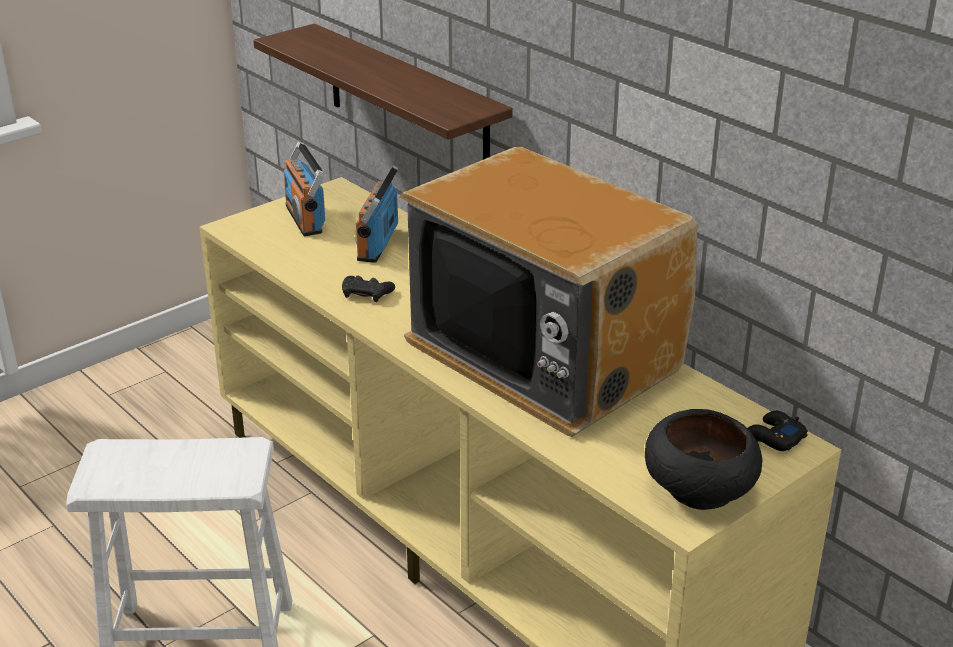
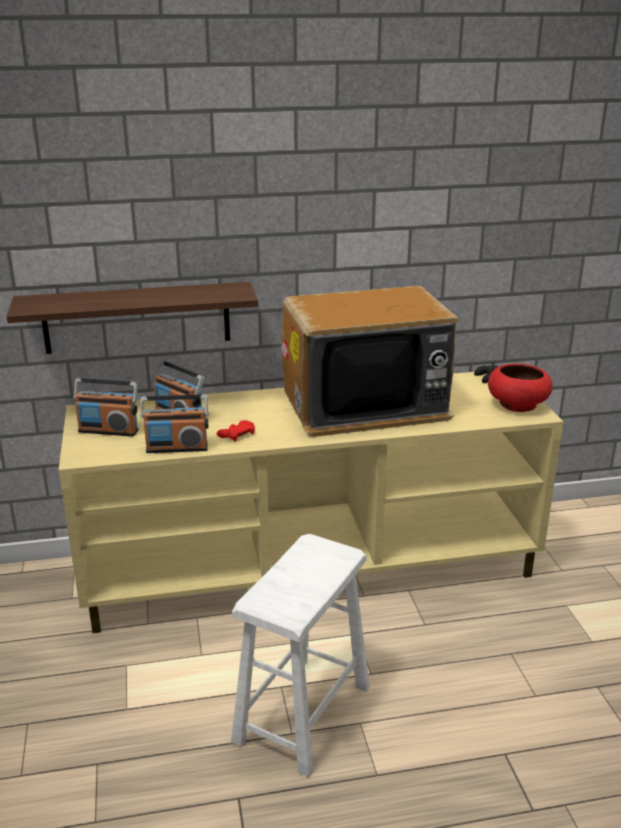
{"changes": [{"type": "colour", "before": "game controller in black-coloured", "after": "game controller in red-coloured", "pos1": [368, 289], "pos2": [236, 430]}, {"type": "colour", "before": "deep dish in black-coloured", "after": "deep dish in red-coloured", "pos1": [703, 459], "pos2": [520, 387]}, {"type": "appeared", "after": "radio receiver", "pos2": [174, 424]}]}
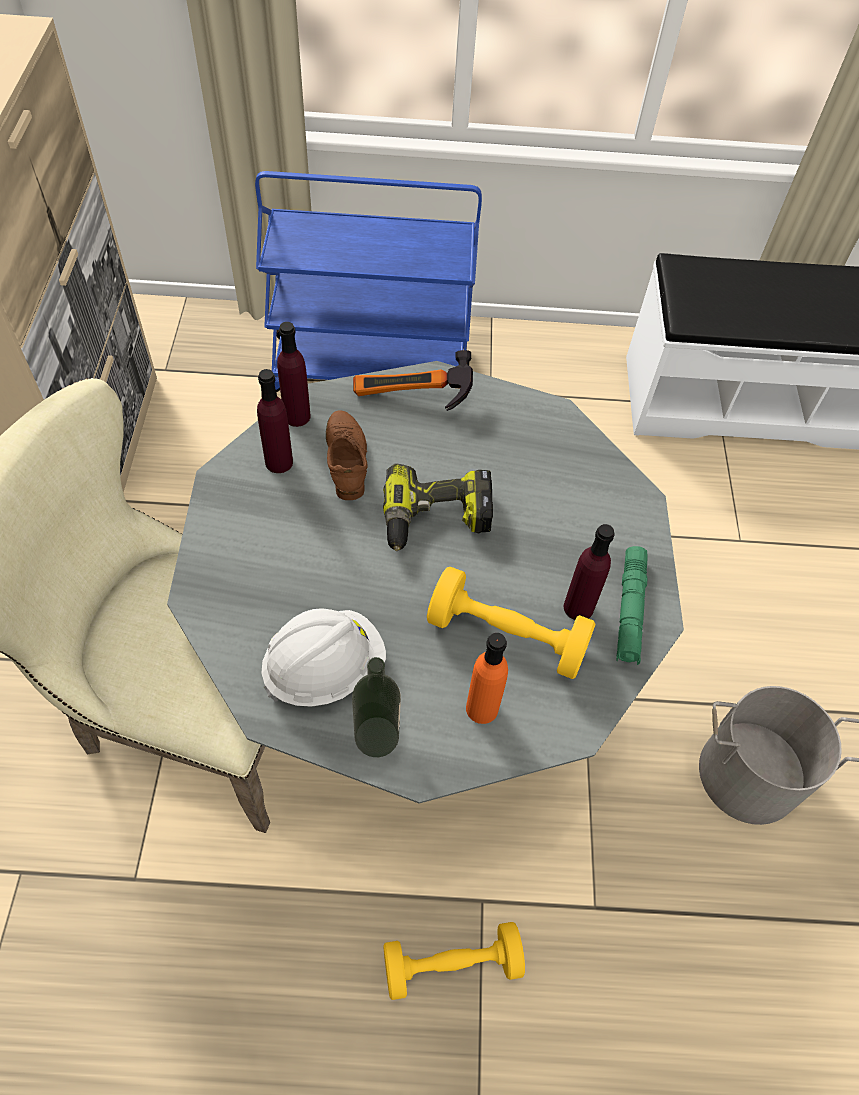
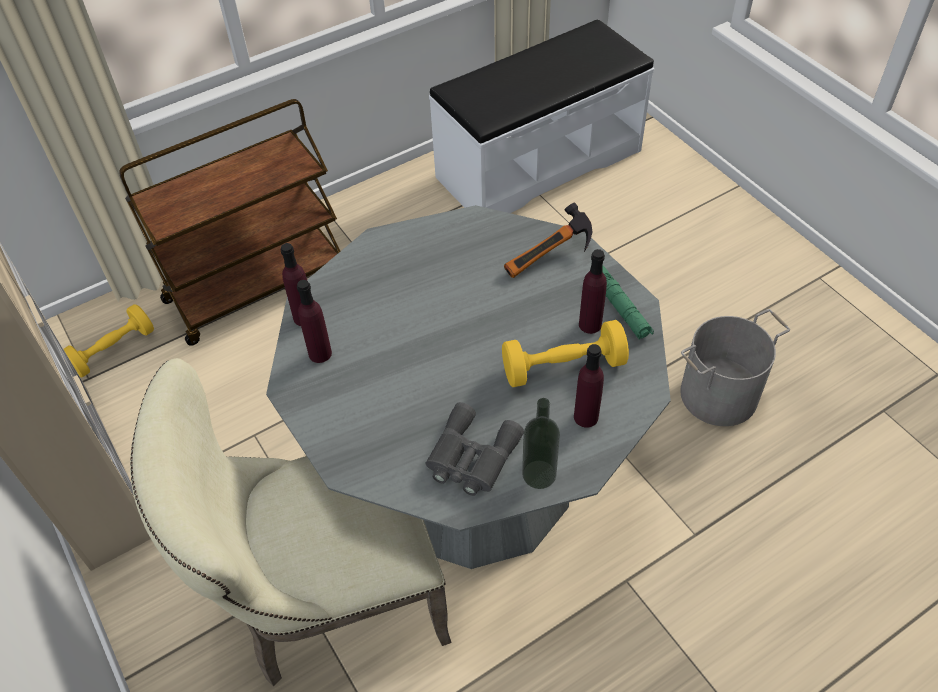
{"changes": [{"type": "colour", "before": "wheeled cart in blue", "after": "wheeled cart in brown", "pos1": [368, 281], "pos2": [229, 222]}, {"type": "relocated", "before": "hammer", "pos1": [413, 380], "pos2": [548, 240]}, {"type": "missing", "before": "low shoe in brown", "pos1": [347, 455]}, {"type": "missing", "before": "power drill", "pos1": [438, 507]}, {"type": "exchanged", "before": "safety helmet in whitish", "after": "binoculars in gray", "pos1": [324, 657], "pos2": [475, 449]}, {"type": "colour", "before": "drink bottle in orangey", "after": "drink bottle in purplish", "pos1": [487, 678], "pos2": [589, 386]}, {"type": "relocated", "before": "free weight in yellow-coloured", "pos1": [454, 961], "pos2": [109, 341]}]}
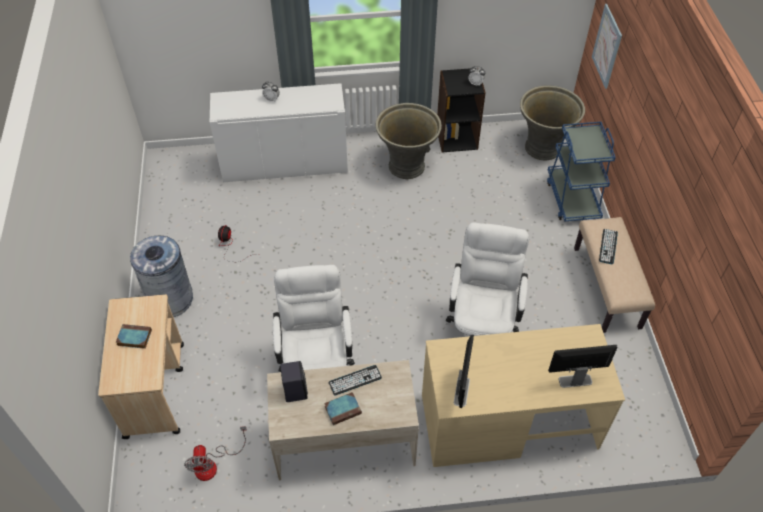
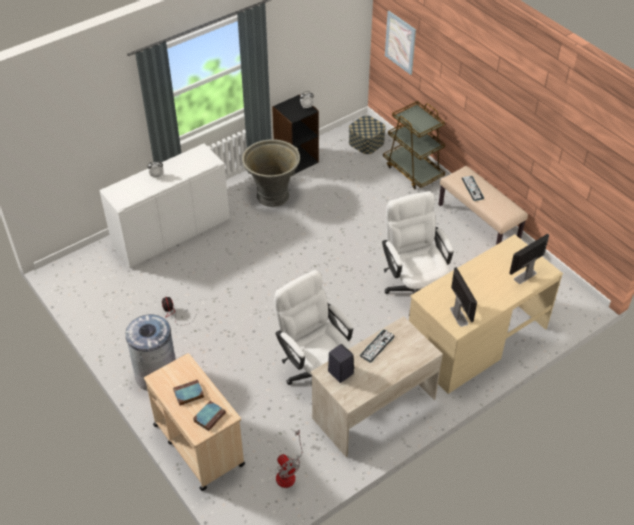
{"changes": [{"type": "exchanged", "before": "flower pot in gray", "after": "storage bin", "pos1": [552, 123], "pos2": [367, 135]}, {"type": "colour", "before": "wheeled cart in blue", "after": "wheeled cart in brown", "pos1": [581, 172], "pos2": [414, 145]}, {"type": "relocated", "before": "bound book", "pos1": [343, 408], "pos2": [209, 416]}]}
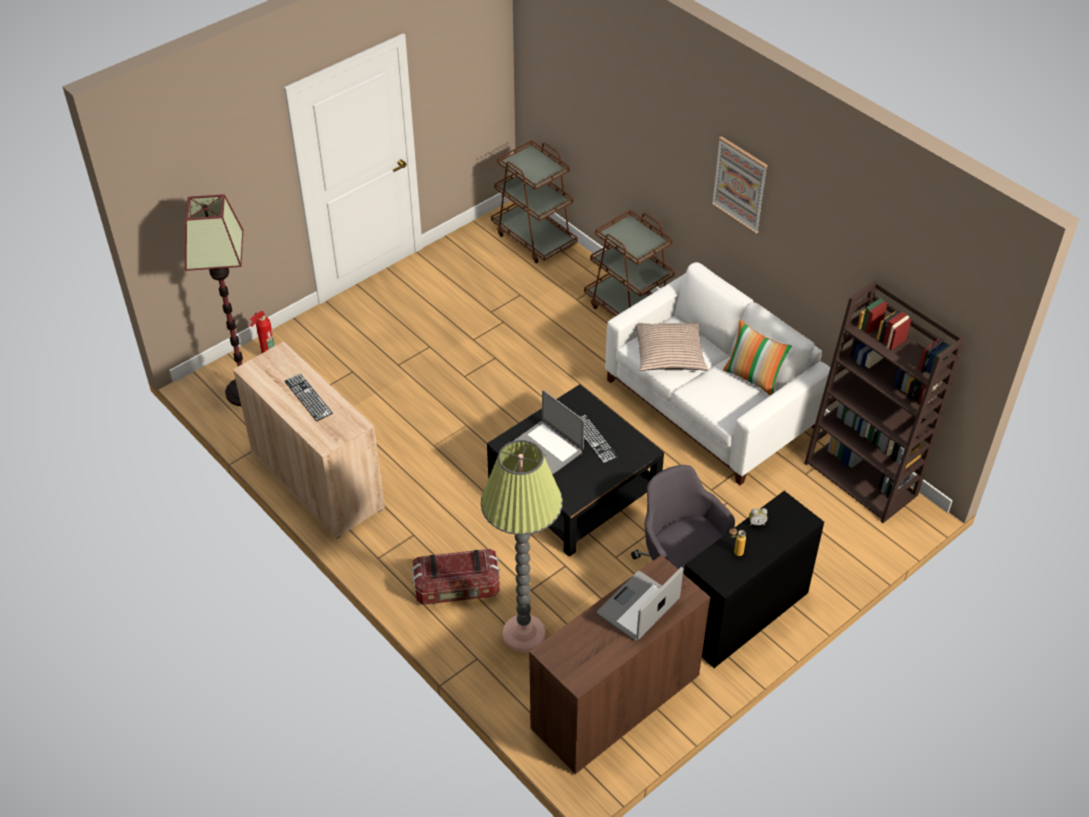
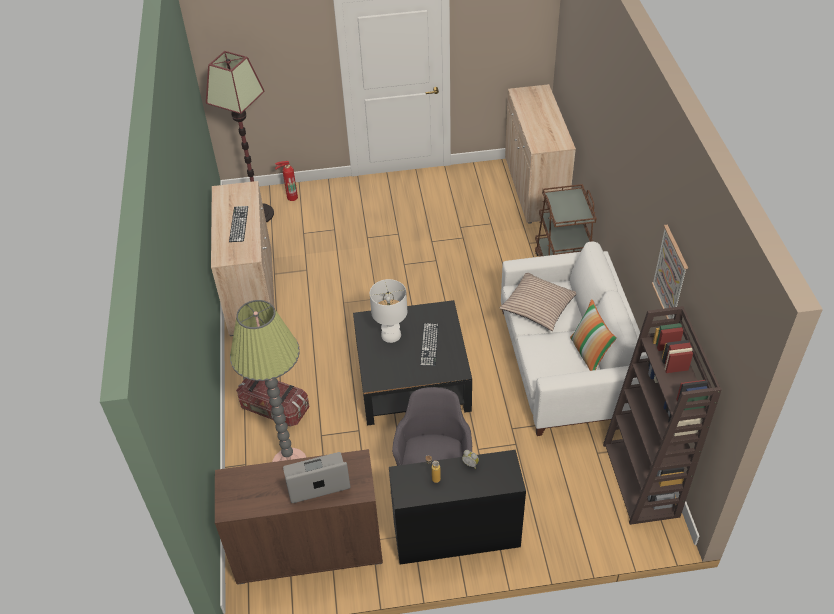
{"changes": [{"type": "relocated", "before": "wall art", "pos1": [739, 185], "pos2": [670, 271]}, {"type": "exchanged", "before": "wheeled cart in brown", "after": "storage cabinet in beige-coloured", "pos1": [534, 201], "pos2": [540, 154]}, {"type": "exchanged", "before": "notebook computer", "after": "lamp for a table in whitish", "pos1": [549, 432], "pos2": [388, 311]}]}
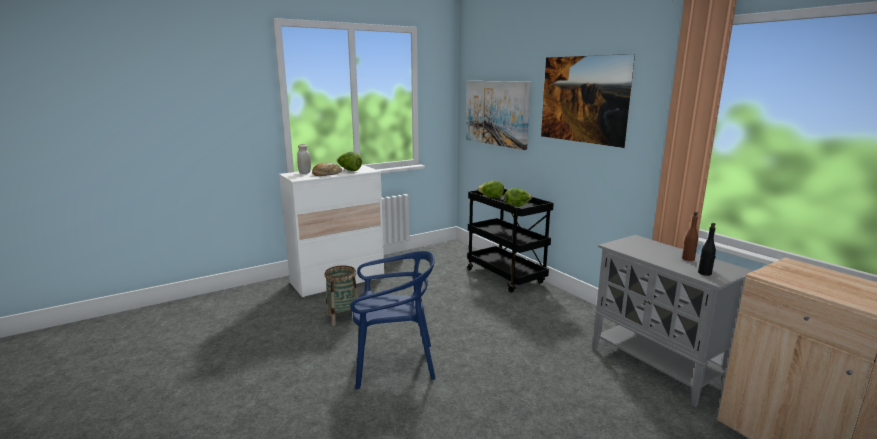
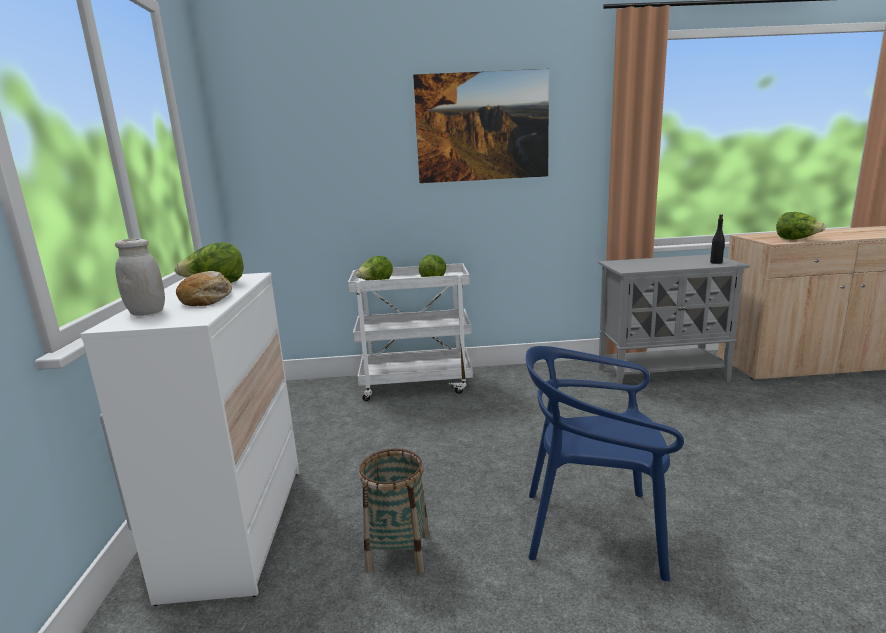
{"changes": [{"type": "missing", "before": "wall art", "pos1": [498, 115]}, {"type": "colour", "before": "wheeled cart in black-coloured", "after": "wheeled cart in whitish", "pos1": [510, 240], "pos2": [410, 332]}, {"type": "missing", "before": "drink bottle in brown", "pos1": [690, 236]}, {"type": "spun", "before": "upright chair in blue", "pos1": [393, 320], "pos2": [605, 463], "turn": -105}, {"type": "appeared", "after": "lettuce", "pos2": [801, 226]}]}
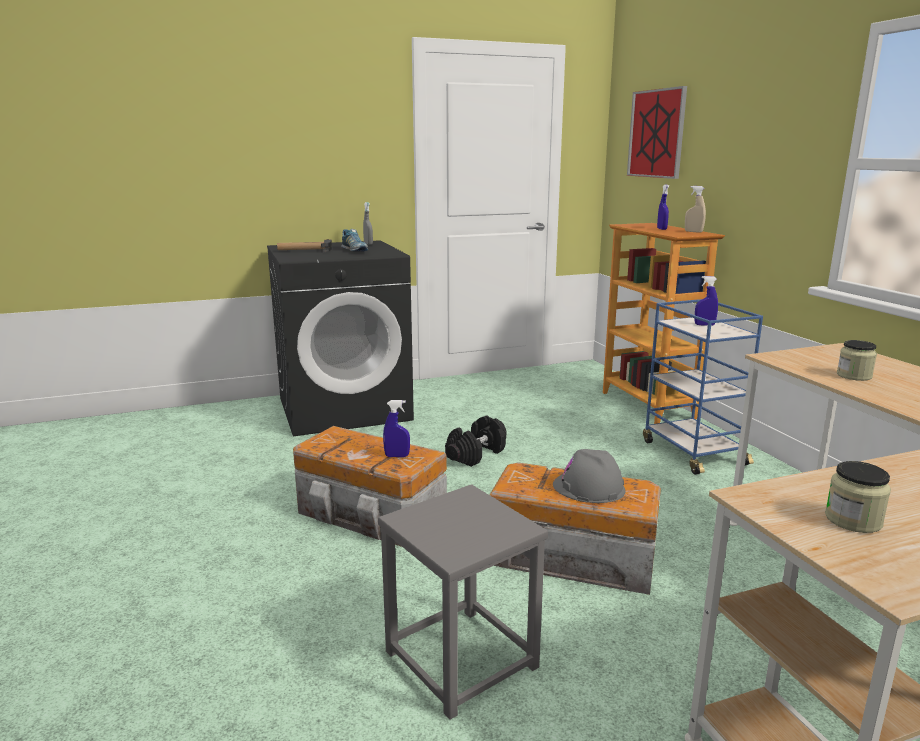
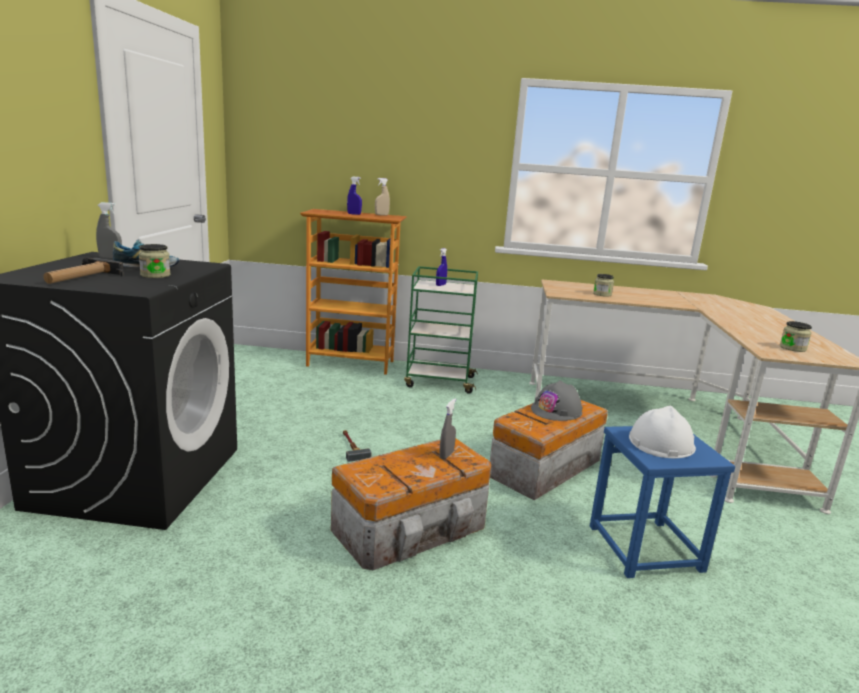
{"changes": [{"type": "missing", "before": "wall art", "pos1": [657, 132]}, {"type": "colour", "before": "wheeled cart in blue", "after": "wheeled cart in green", "pos1": [703, 387], "pos2": [441, 330]}, {"type": "colour", "before": "spray bottle in blue", "after": "spray bottle in gray", "pos1": [396, 428], "pos2": [447, 429]}, {"type": "exchanged", "before": "free weight in black-coloured", "after": "hammer", "pos1": [475, 441], "pos2": [357, 446]}, {"type": "colour", "before": "sitting stool in gray", "after": "sitting stool in blue", "pos1": [463, 602], "pos2": [662, 502]}, {"type": "appeared", "after": "preserve jar", "pos2": [155, 261]}, {"type": "appeared", "after": "safety helmet in whitish", "pos2": [662, 432]}]}
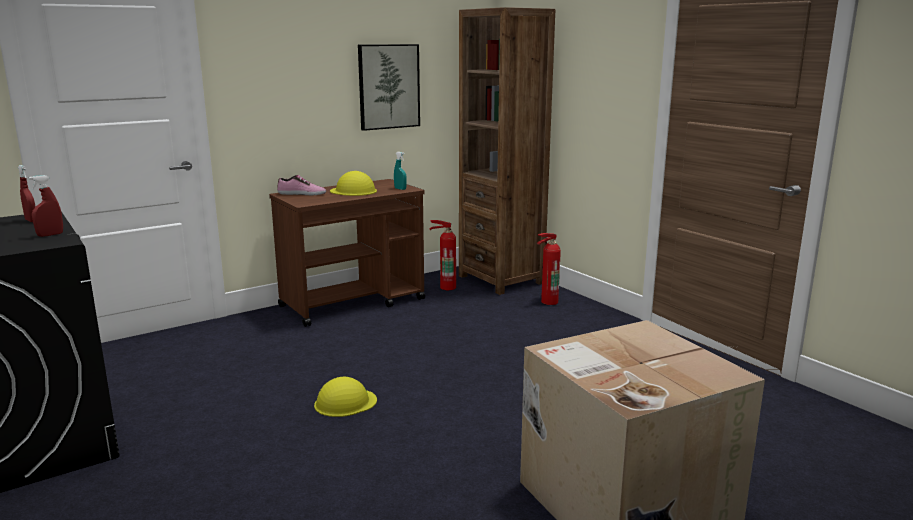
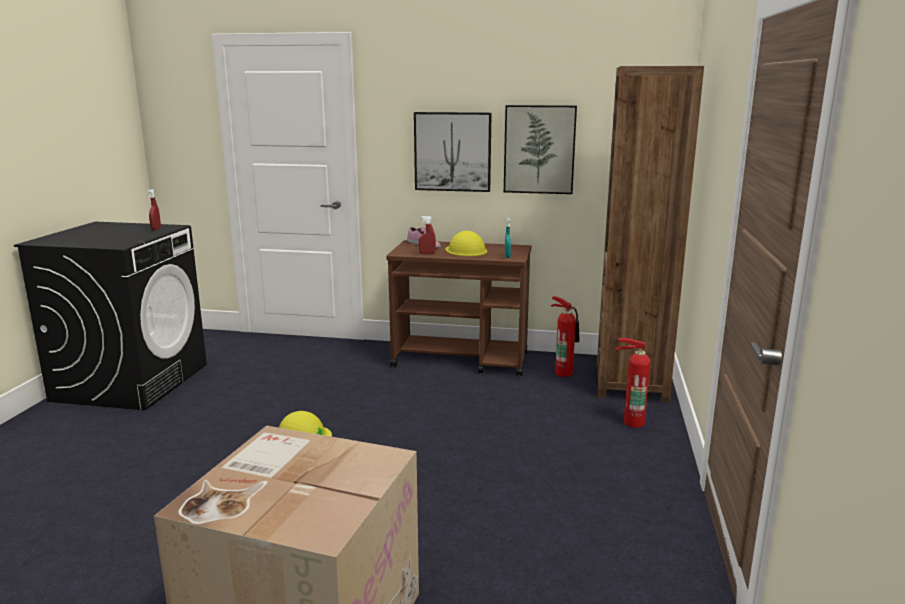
{"changes": [{"type": "relocated", "before": "spray bottle in red-coloured", "pos1": [46, 206], "pos2": [427, 235]}, {"type": "appeared", "after": "wall art", "pos2": [453, 152]}]}
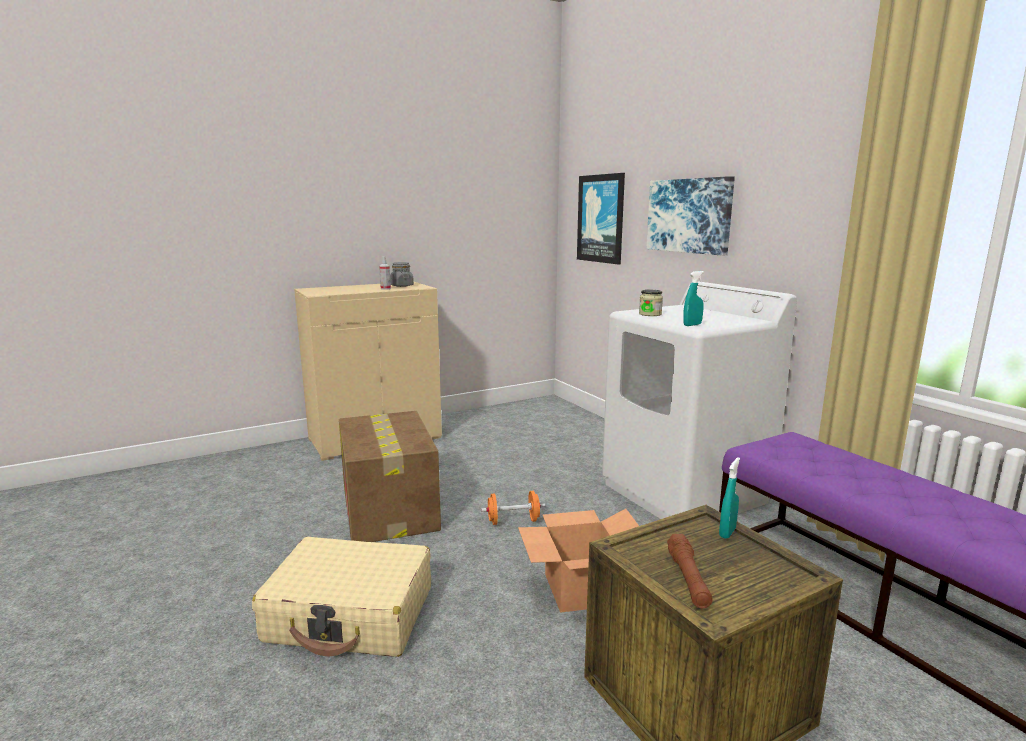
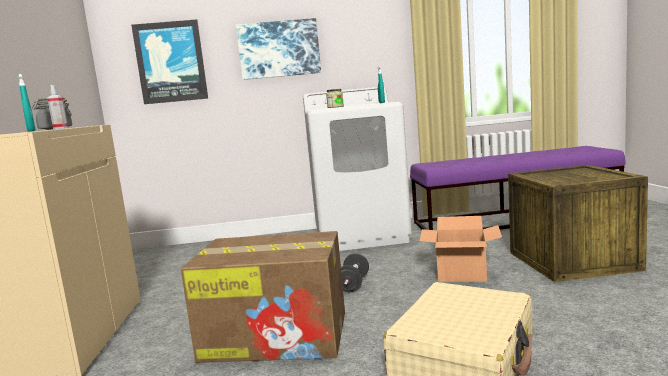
{"changes": [{"type": "relocated", "before": "spray bottle in blue-green", "pos1": [729, 498], "pos2": [27, 102]}, {"type": "colour", "before": "free weight in orangey", "after": "free weight in black-coloured", "pos1": [513, 508], "pos2": [355, 272]}, {"type": "missing", "before": "torch in brown", "pos1": [690, 571]}]}
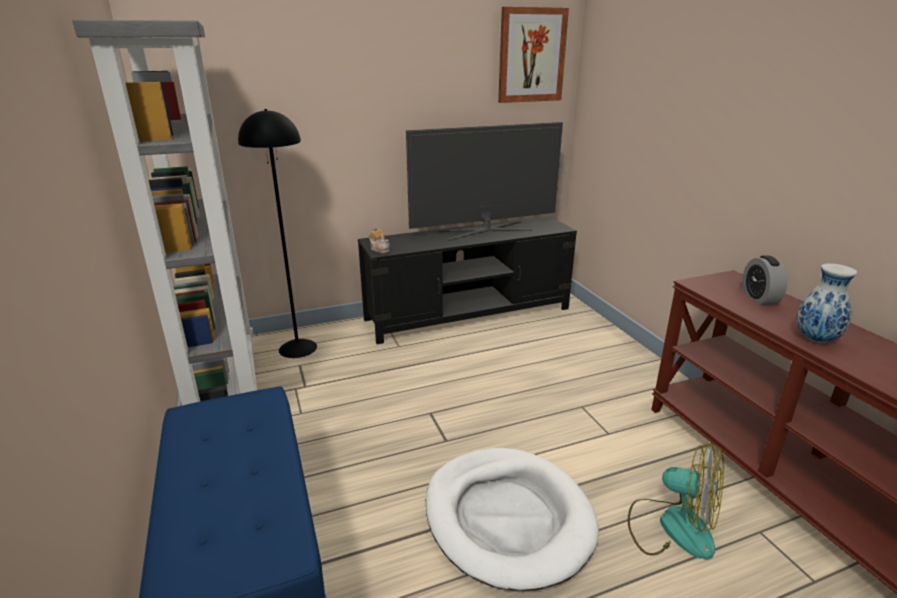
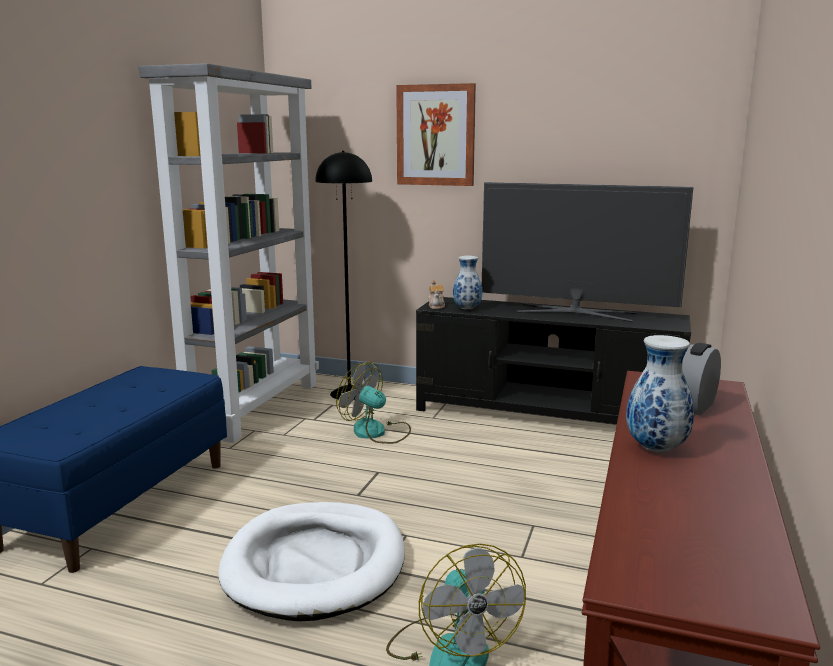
{"changes": [{"type": "relocated", "before": "wall art", "pos1": [533, 55], "pos2": [436, 134]}, {"type": "appeared", "after": "decorative vase", "pos2": [467, 283]}, {"type": "appeared", "after": "electric fan", "pos2": [373, 403]}]}
